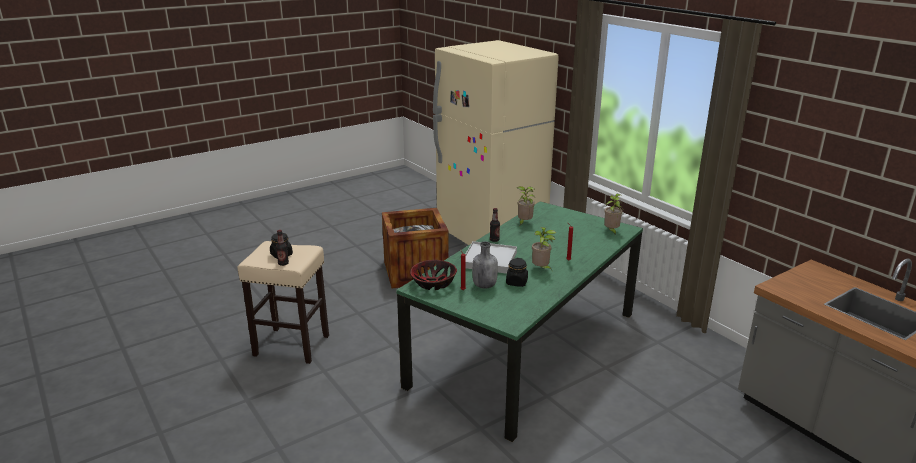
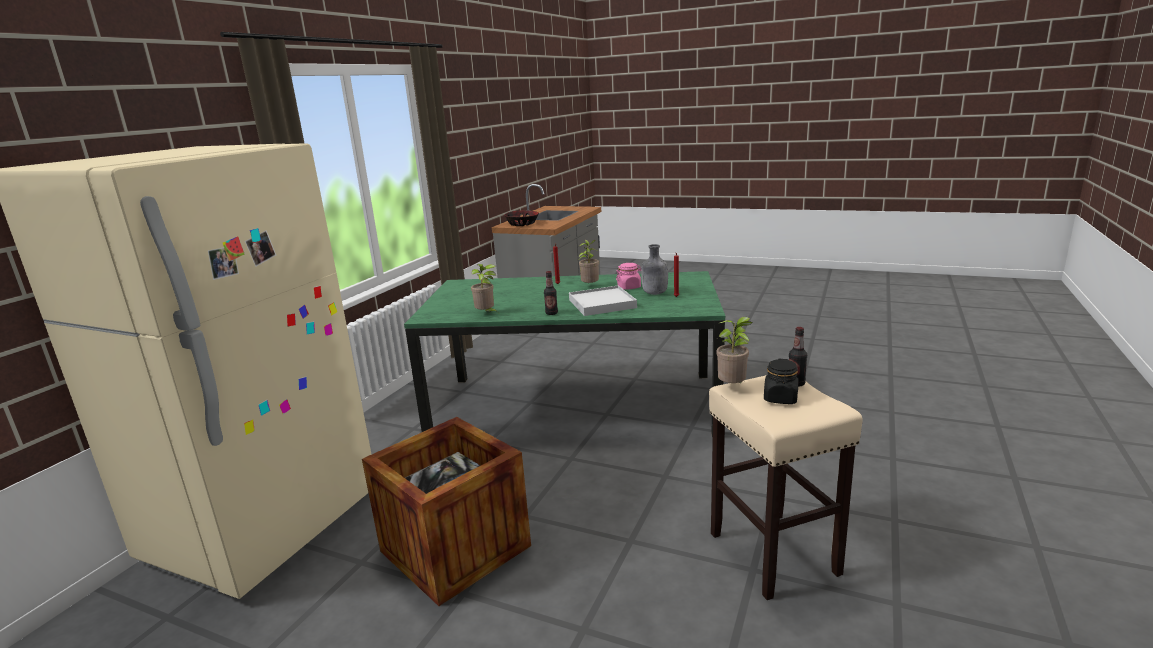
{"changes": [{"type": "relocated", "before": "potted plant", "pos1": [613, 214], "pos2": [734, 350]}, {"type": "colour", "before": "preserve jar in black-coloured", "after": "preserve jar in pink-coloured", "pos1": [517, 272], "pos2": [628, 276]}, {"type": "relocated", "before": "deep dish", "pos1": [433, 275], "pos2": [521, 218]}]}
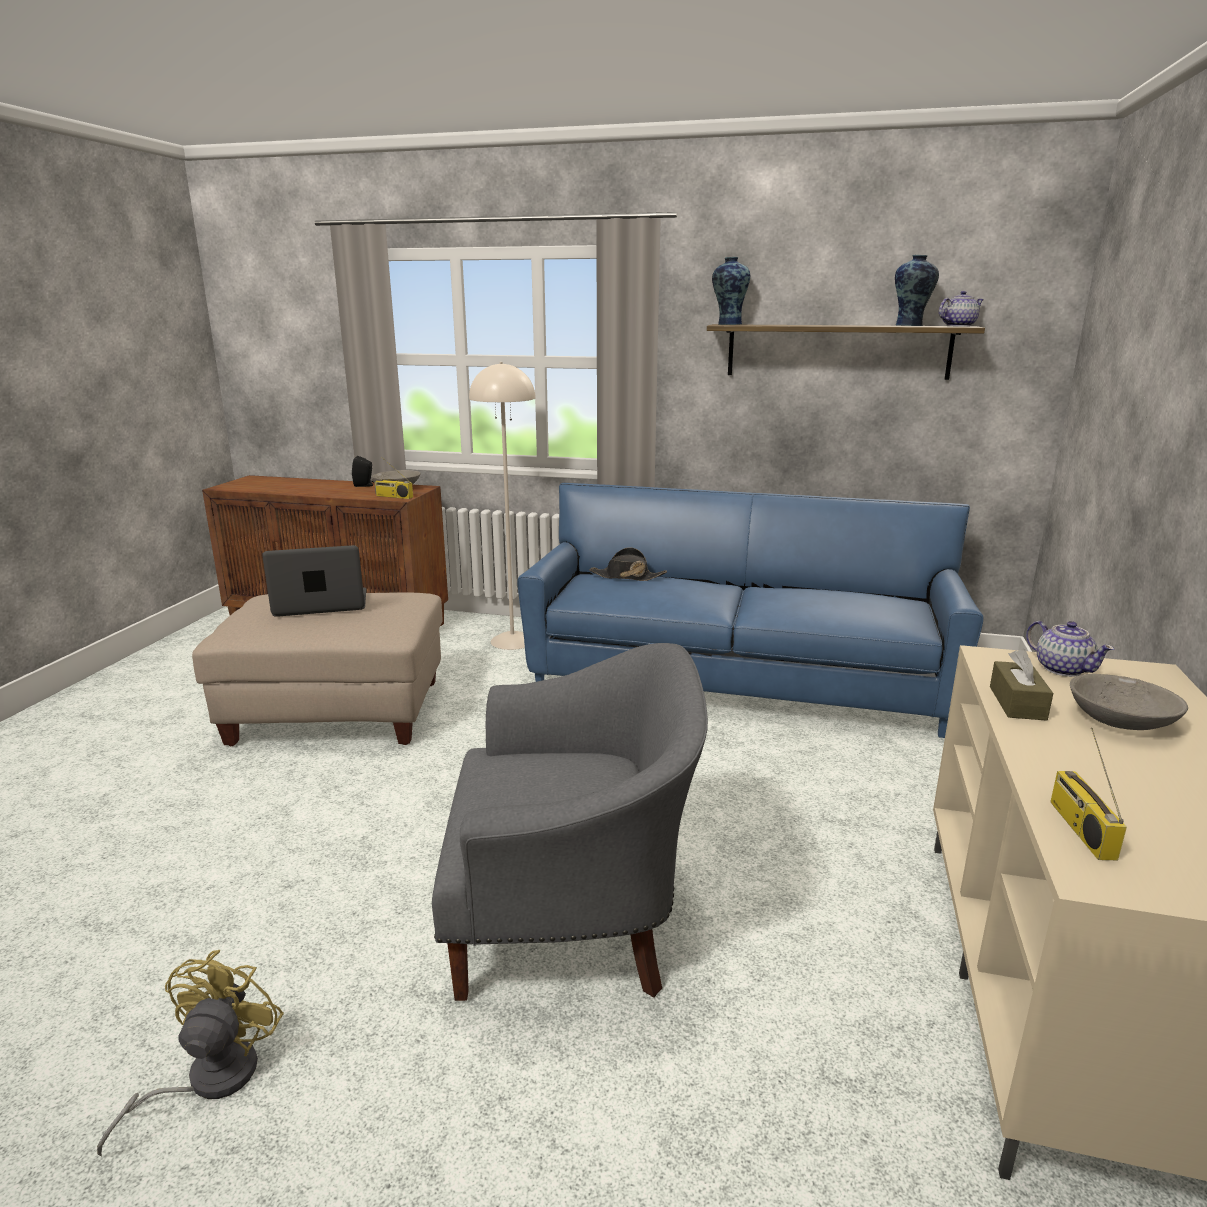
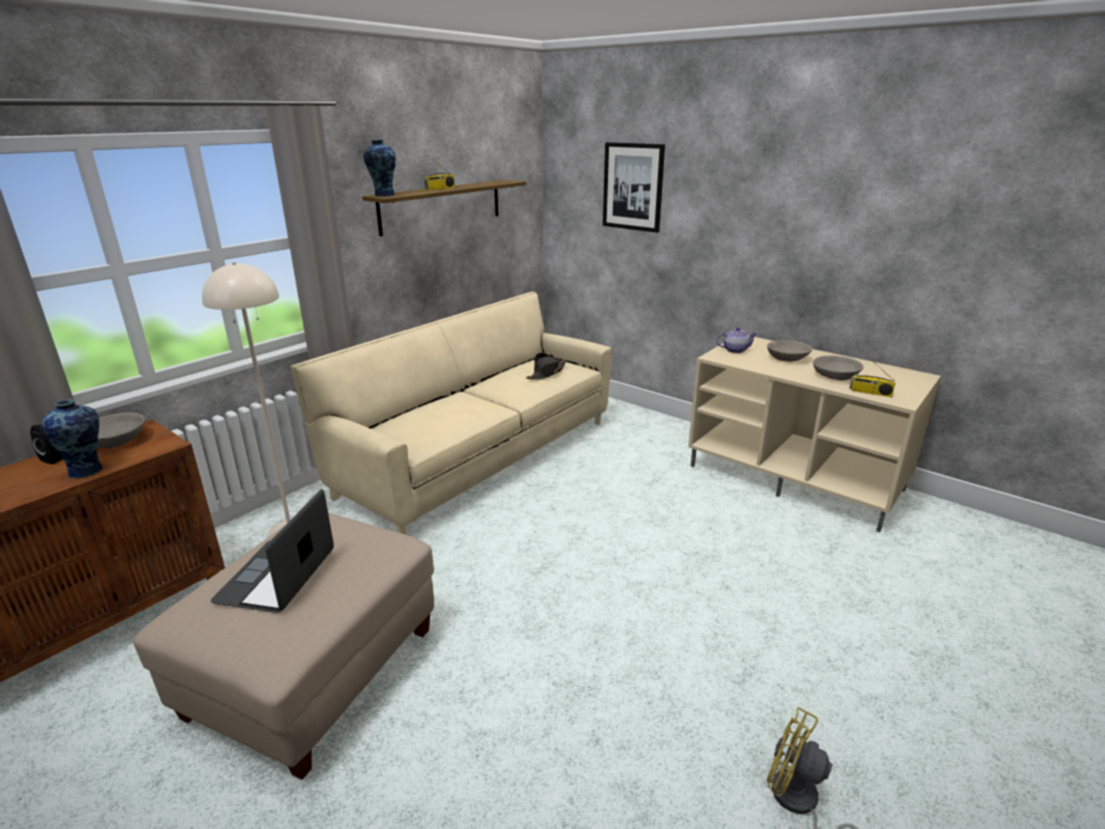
{"changes": [{"type": "relocated", "before": "decorative vase", "pos1": [917, 290], "pos2": [72, 438]}, {"type": "missing", "before": "teapot", "pos1": [961, 309]}, {"type": "relocated", "before": "radio receiver", "pos1": [393, 479], "pos2": [439, 172]}, {"type": "colour", "before": "couch in blue", "after": "couch in beige-coloured", "pos1": [750, 610], "pos2": [451, 413]}, {"type": "relocated", "before": "hat in black-coloured", "pos1": [628, 564], "pos2": [546, 366]}, {"type": "missing", "before": "easy chair in gray", "pos1": [570, 822]}, {"type": "missing", "before": "tissue box in brown", "pos1": [1021, 685]}, {"type": "appeared", "after": "wall art", "pos2": [634, 187]}, {"type": "appeared", "after": "deep dish in gray", "pos2": [838, 367]}]}
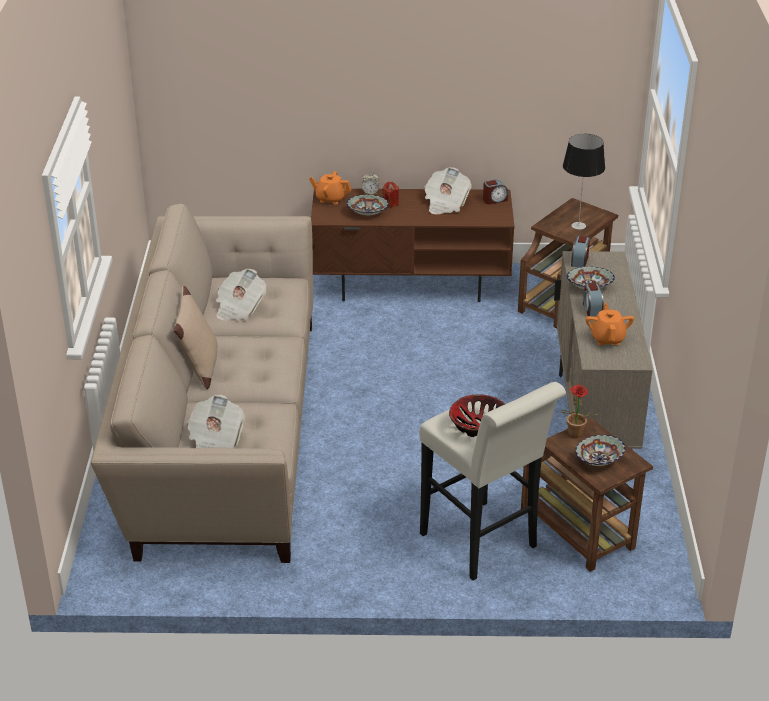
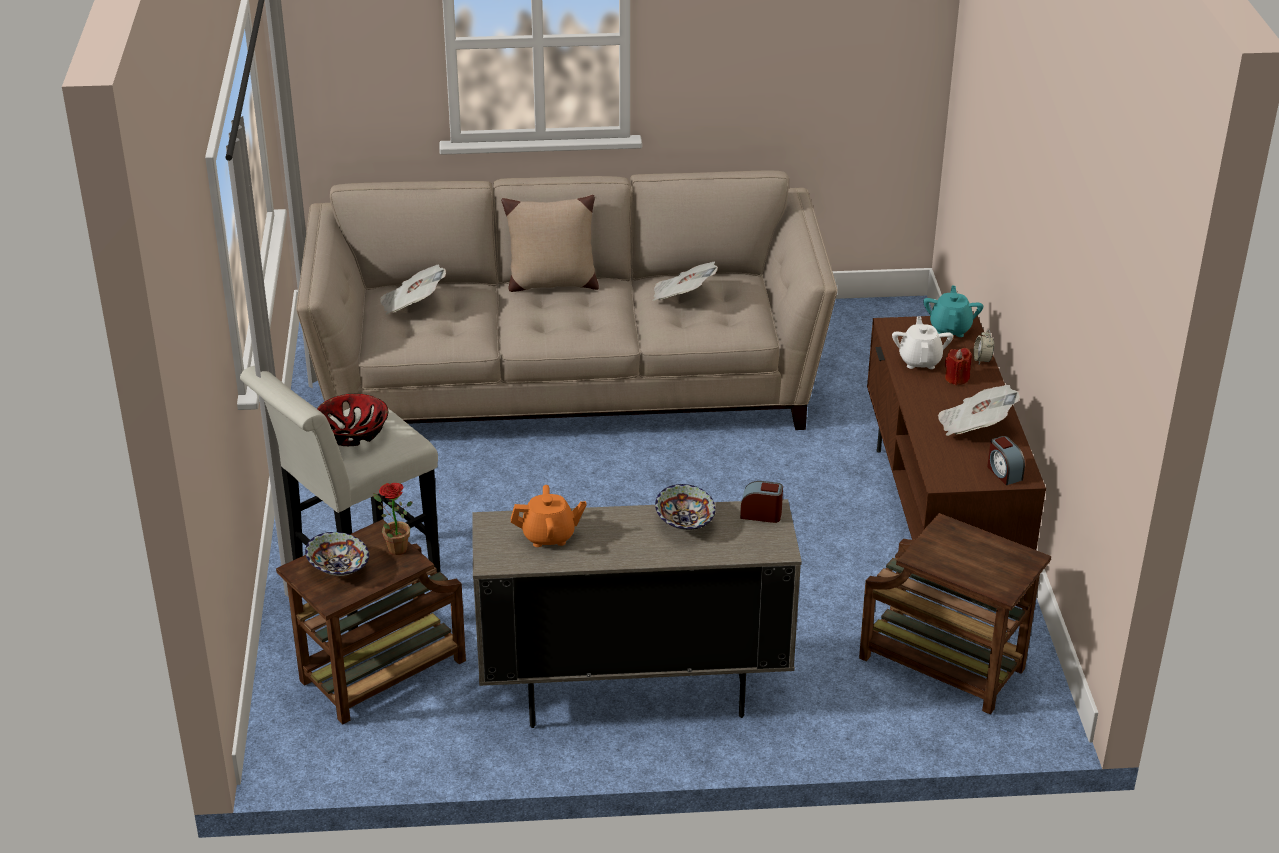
{"changes": [{"type": "missing", "before": "lamp for a table", "pos1": [584, 181]}, {"type": "colour", "before": "teapot in orangey", "after": "teapot in blue-green", "pos1": [330, 188], "pos2": [953, 311]}, {"type": "exchanged", "before": "deep dish", "after": "teapot in whitish", "pos1": [367, 204], "pos2": [922, 342]}, {"type": "missing", "before": "table clock", "pos1": [593, 300]}]}
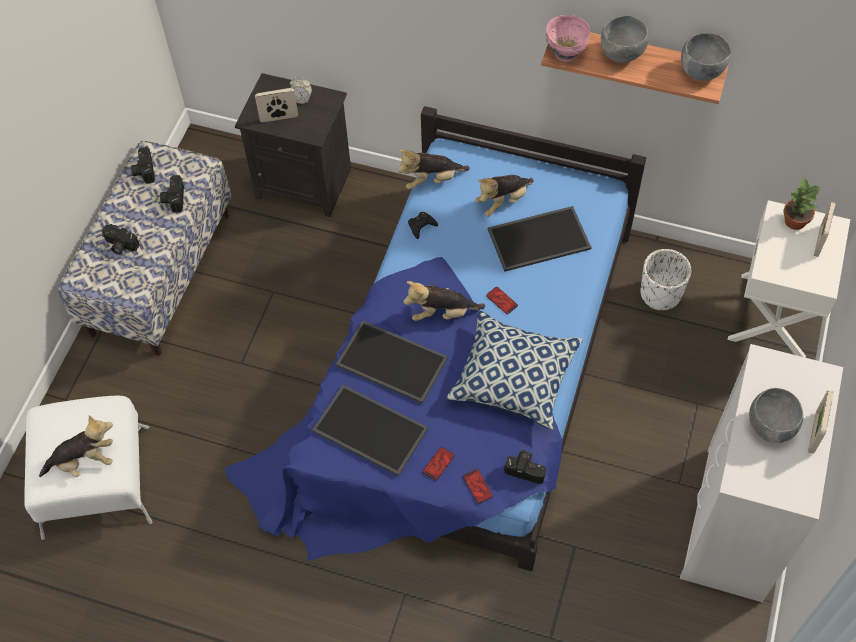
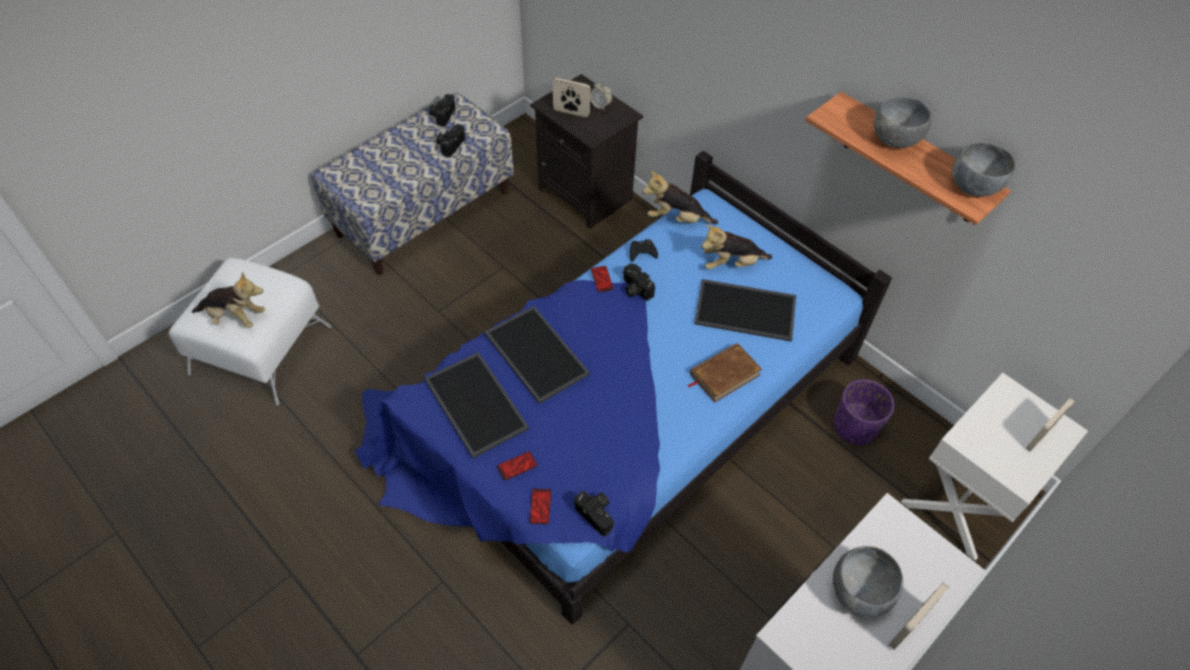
{"changes": [{"type": "missing", "before": "deep dish in pink-coloured", "pos1": [568, 38]}, {"type": "missing", "before": "potted plant", "pos1": [802, 203]}, {"type": "relocated", "before": "photo camera", "pos1": [121, 239], "pos2": [639, 282]}, {"type": "colour", "before": "flower pot in whitish", "after": "flower pot in purplish", "pos1": [665, 279], "pos2": [864, 412]}, {"type": "missing", "before": "soft toy", "pos1": [444, 301]}, {"type": "relocated", "before": "handset", "pos1": [502, 300], "pos2": [602, 279]}, {"type": "missing", "before": "throw pillow", "pos1": [514, 370]}, {"type": "appeared", "after": "bound book in brown", "pos2": [724, 372]}]}
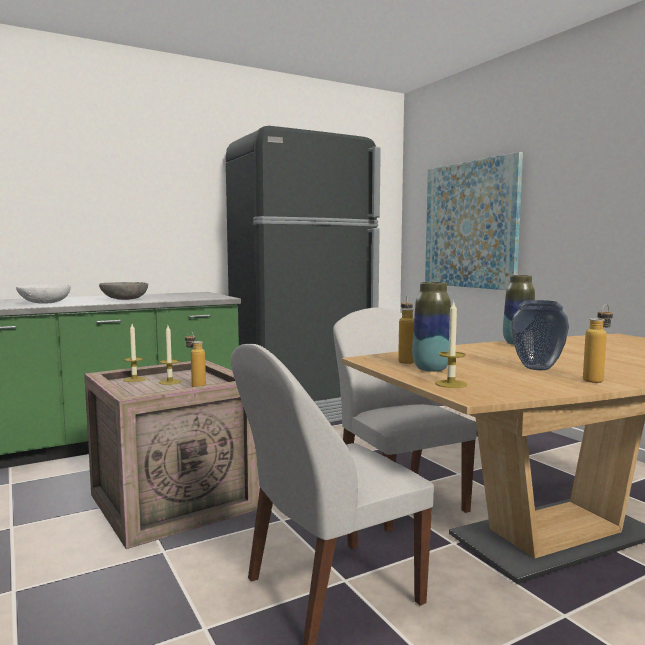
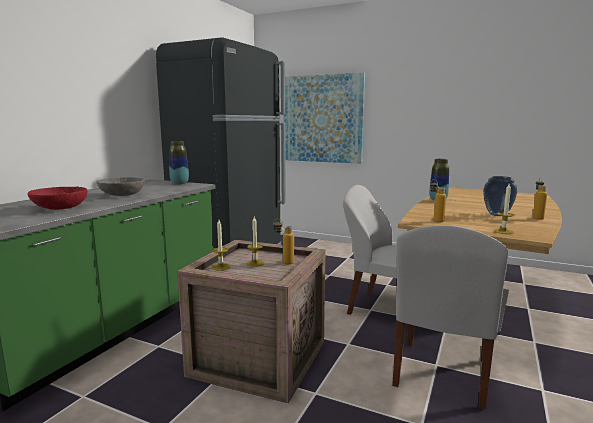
{"changes": [{"type": "relocated", "before": "decorative vase", "pos1": [431, 327], "pos2": [179, 162]}, {"type": "colour", "before": "deep dish in whitish", "after": "deep dish in red-coloured", "pos1": [43, 293], "pos2": [57, 198]}]}
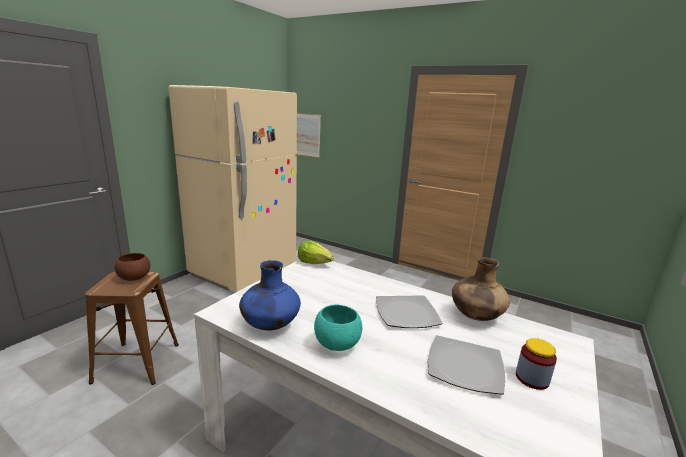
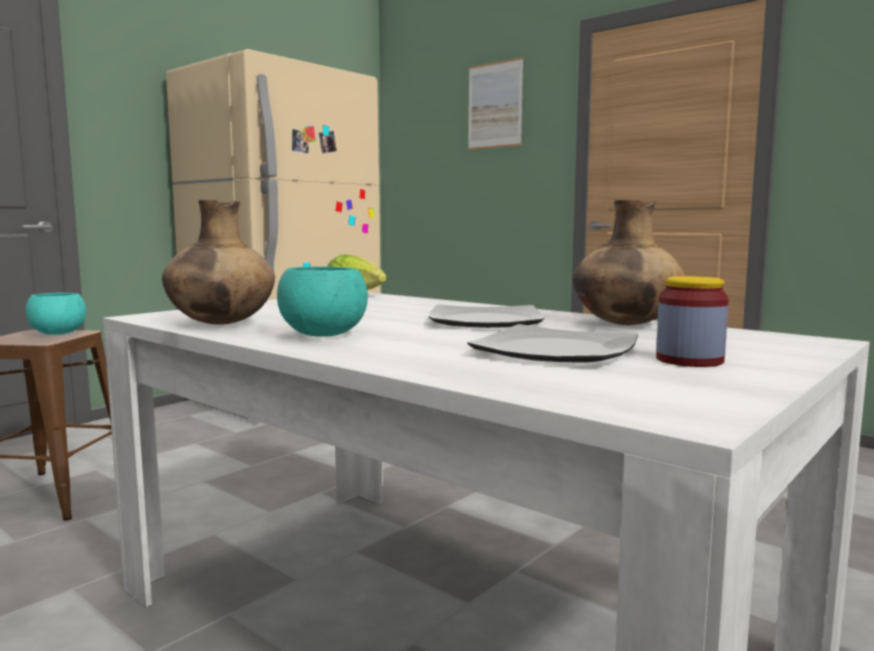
{"changes": [{"type": "relocated", "before": "wall art", "pos1": [309, 135], "pos2": [495, 103]}, {"type": "colour", "before": "deep dish in brown", "after": "deep dish in blue-green", "pos1": [132, 267], "pos2": [56, 314]}, {"type": "colour", "before": "decorative vase in blue", "after": "decorative vase in brown", "pos1": [270, 295], "pos2": [218, 262]}]}
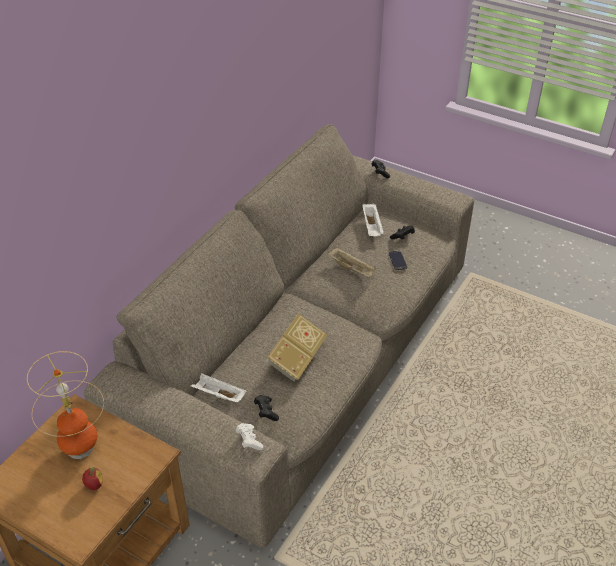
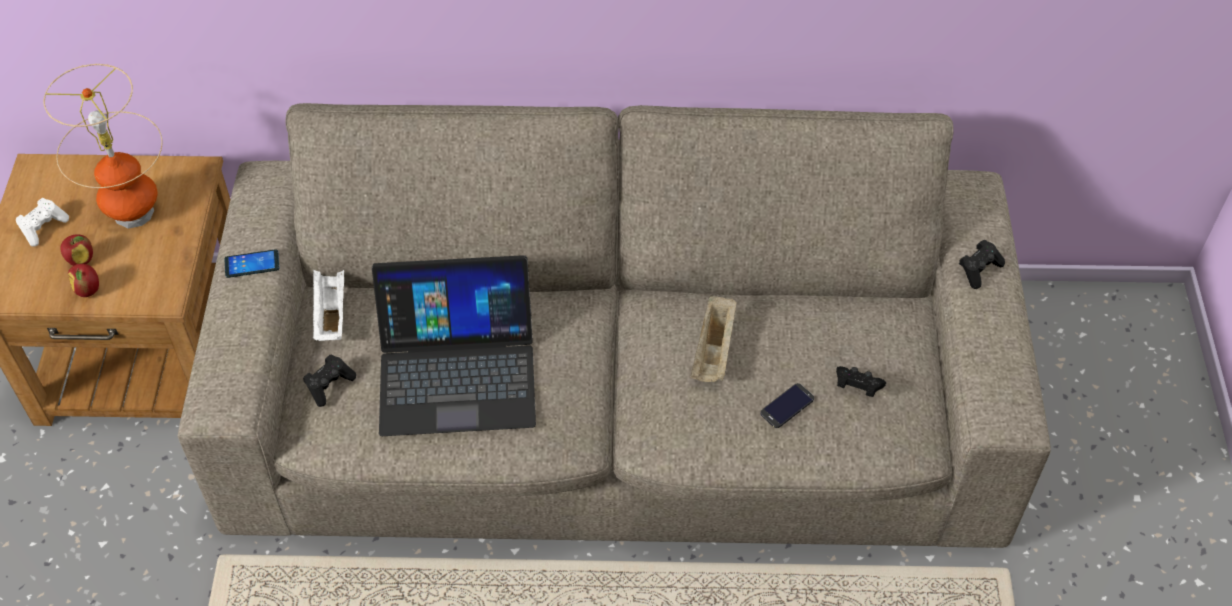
{"changes": [{"type": "missing", "before": "carrying tray in whitish", "pos1": [373, 219]}, {"type": "exchanged", "before": "bound book", "after": "notebook computer", "pos1": [296, 347], "pos2": [454, 345]}, {"type": "relocated", "before": "game controller in whitish", "pos1": [249, 436], "pos2": [42, 222]}, {"type": "appeared", "after": "handset", "pos2": [251, 263]}, {"type": "appeared", "after": "whole apple", "pos2": [83, 280]}]}
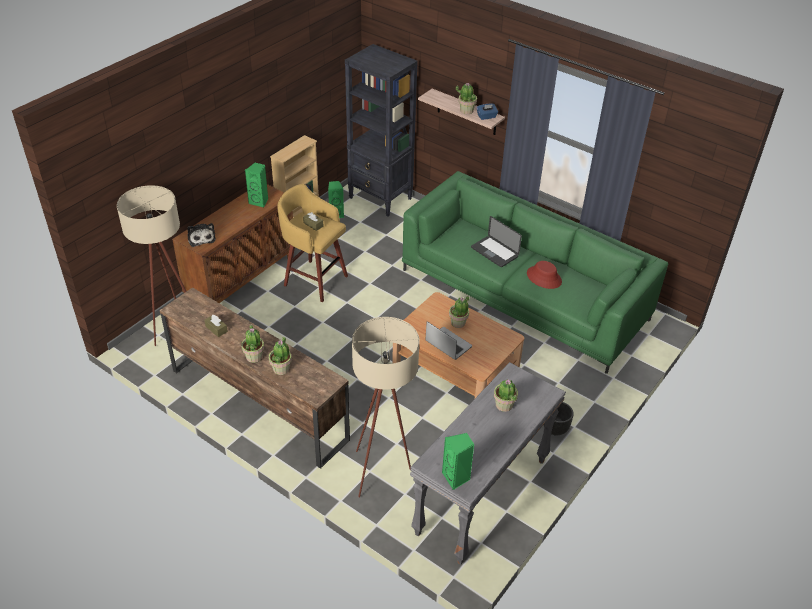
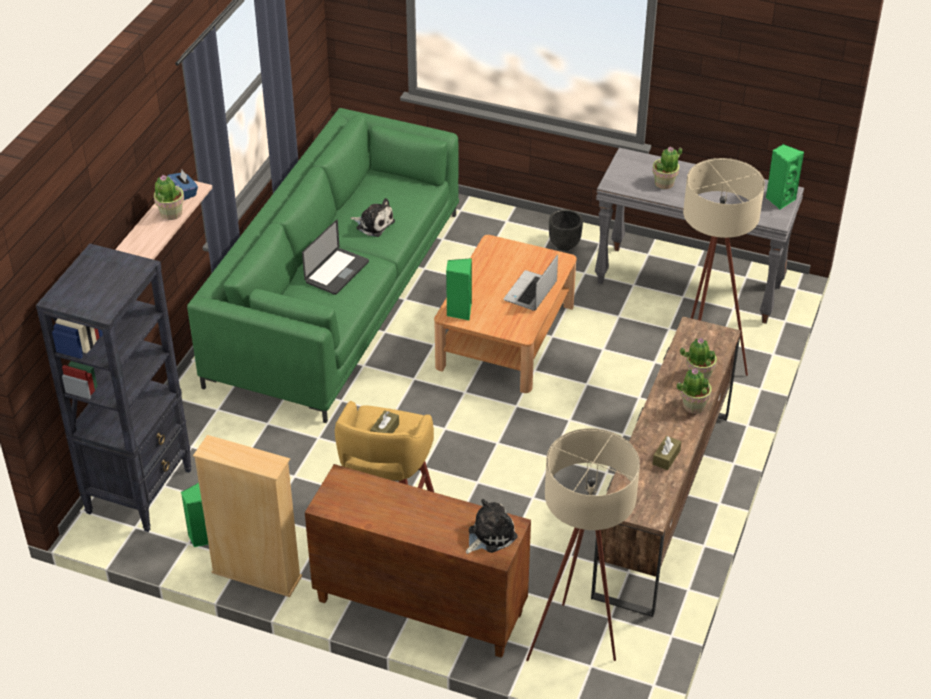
{"changes": [{"type": "relocated", "before": "loudspeaker in green", "pos1": [257, 185], "pos2": [459, 289]}, {"type": "exchanged", "before": "hat in red-coloured", "after": "soft toy", "pos1": [544, 275], "pos2": [372, 217]}, {"type": "missing", "before": "potted plant", "pos1": [459, 312]}]}
